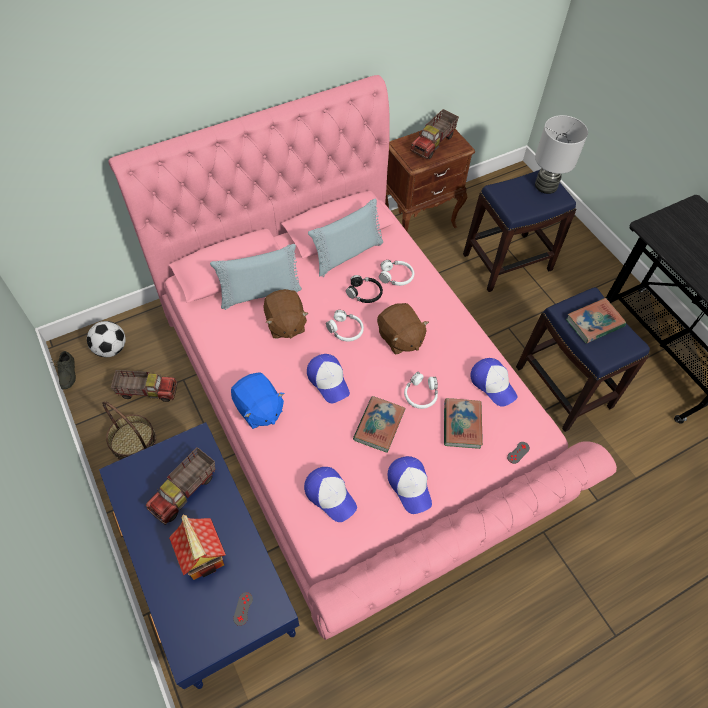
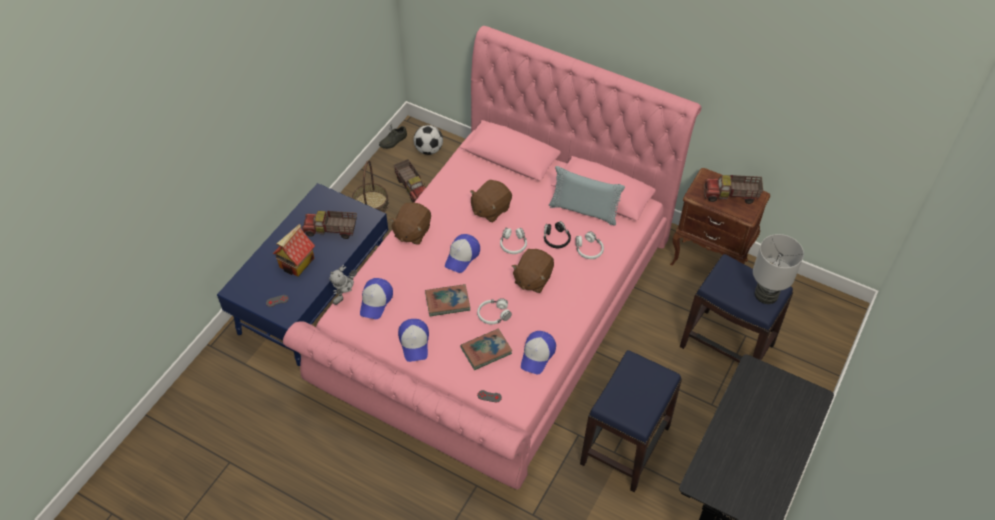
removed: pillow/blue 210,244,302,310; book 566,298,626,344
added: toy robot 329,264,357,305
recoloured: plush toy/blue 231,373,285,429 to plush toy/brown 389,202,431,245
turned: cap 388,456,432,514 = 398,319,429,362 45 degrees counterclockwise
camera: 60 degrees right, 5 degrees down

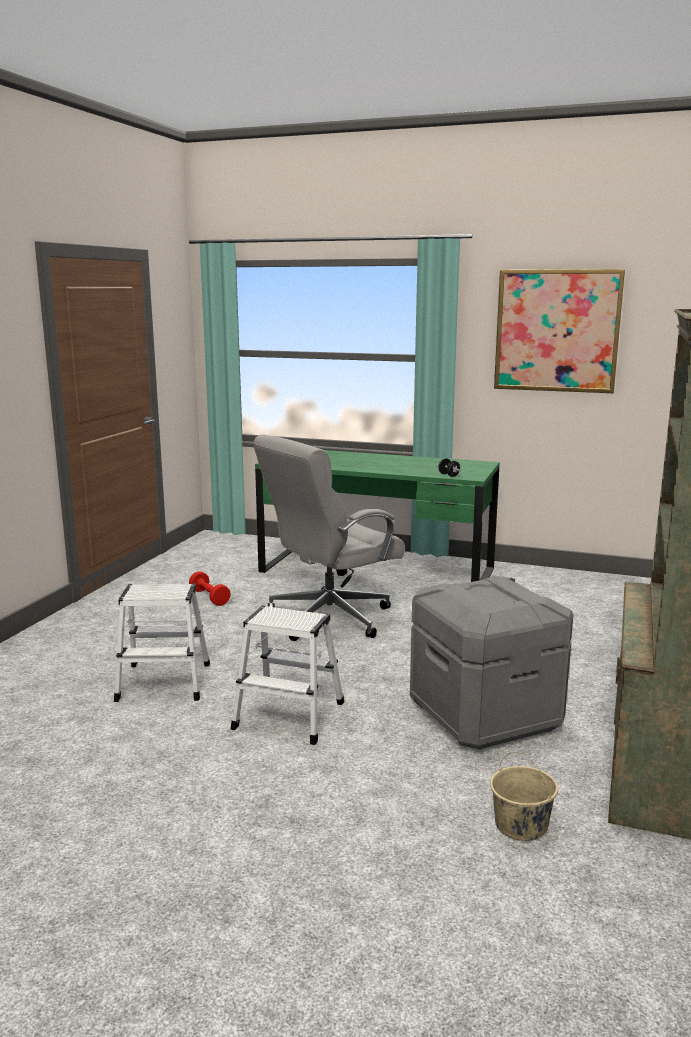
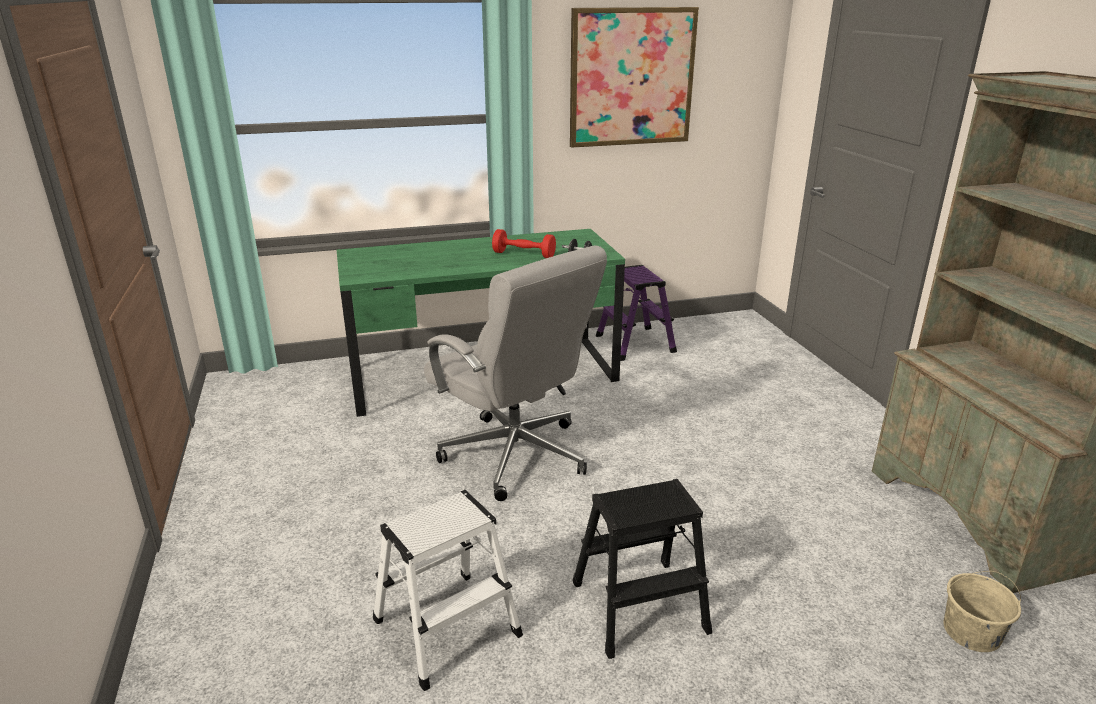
removed: storage box/grey 410,575,573,750
added: step ladder/purple 596,265,677,361
moved: dumbbell/red 189,571,231,606 to 492,229,556,258
recoloured: step ladder/white 231,605,344,745 to step ladder/black 573,479,712,659
turned: office chair/grey 253,434,405,641 = 424,245,607,501 60 degrees counterclockwise
camera: 35 degrees left, 10 degrees up

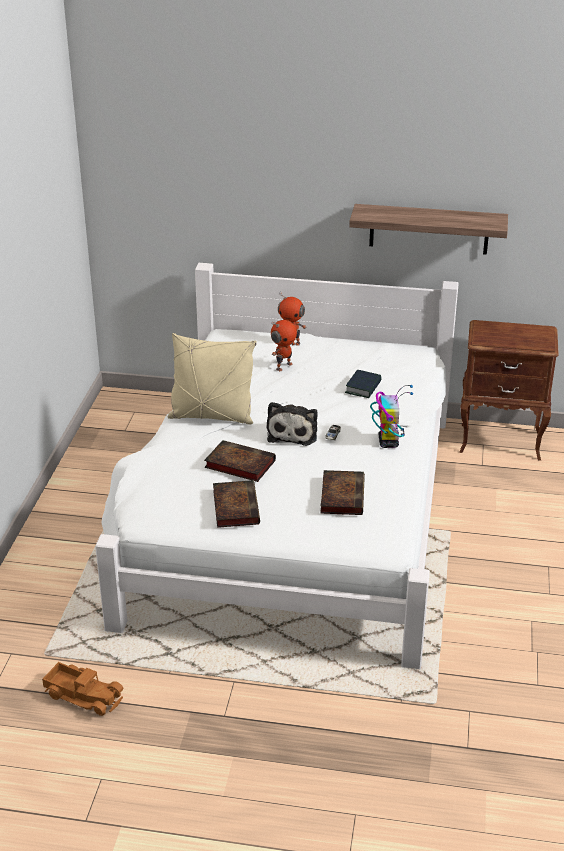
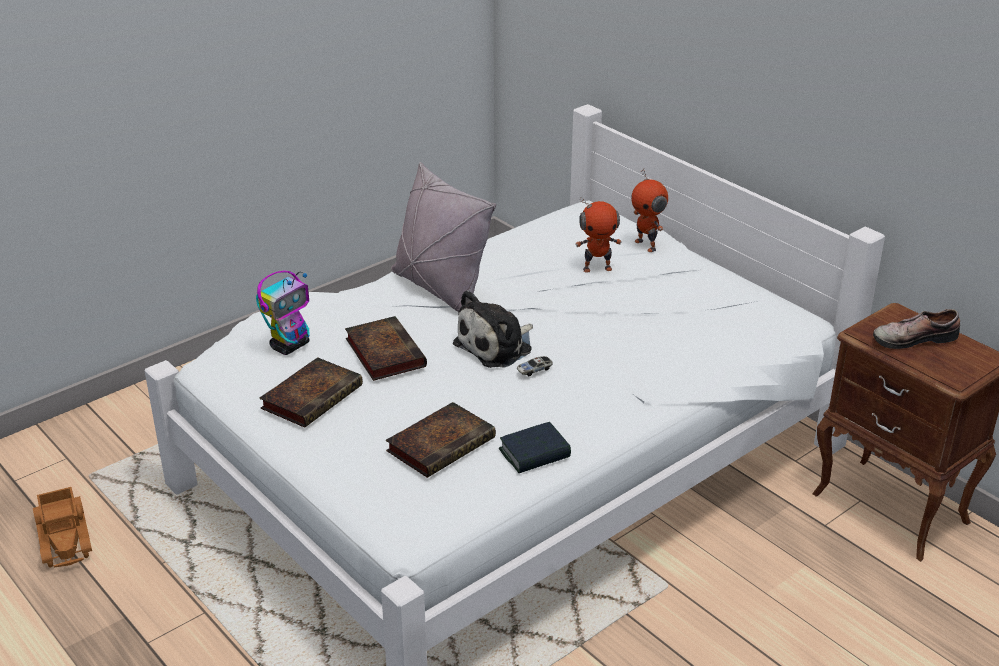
removed: shelf 349,204,508,255
added: shoe 873,309,960,349
moved: book 345,370,381,398 to 499,422,571,473; toy robot 370,385,413,448 to 256,271,310,355
recoloured: pillow/beige 168,333,257,425 to pillow/purple 391,162,496,312
camera: 40 degrees right, 0 degrees up

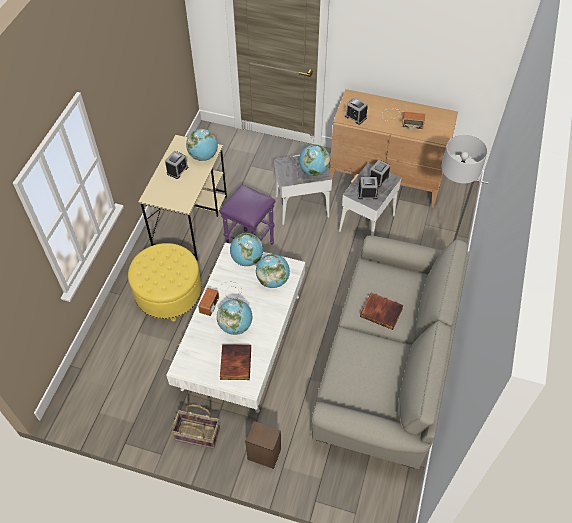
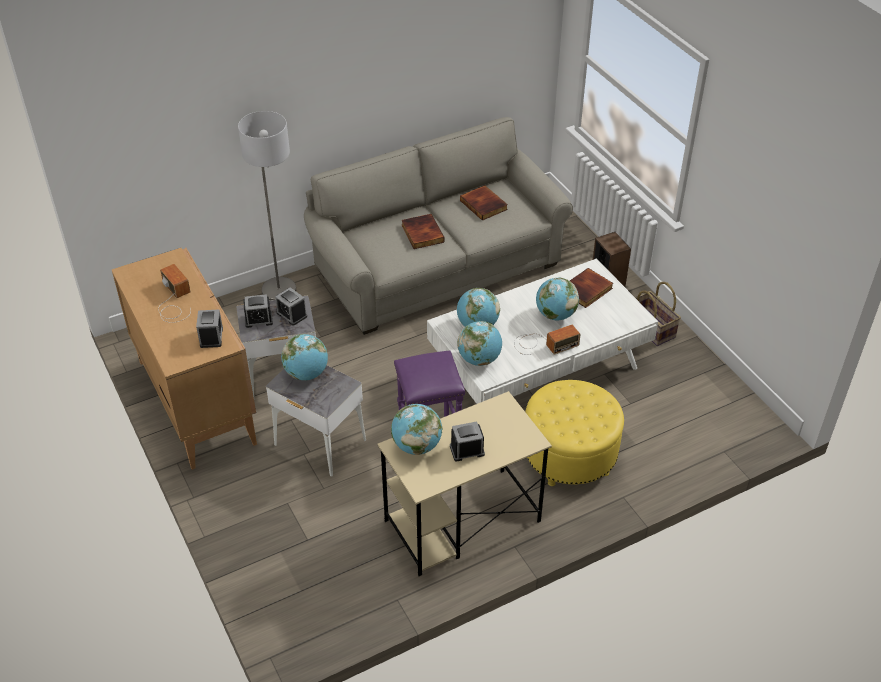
added: book 460,185,508,221
camera: 135 degrees left, 10 degrees down

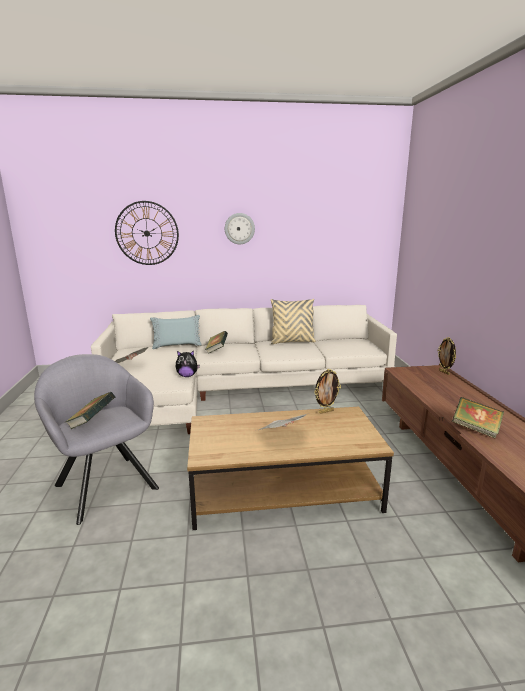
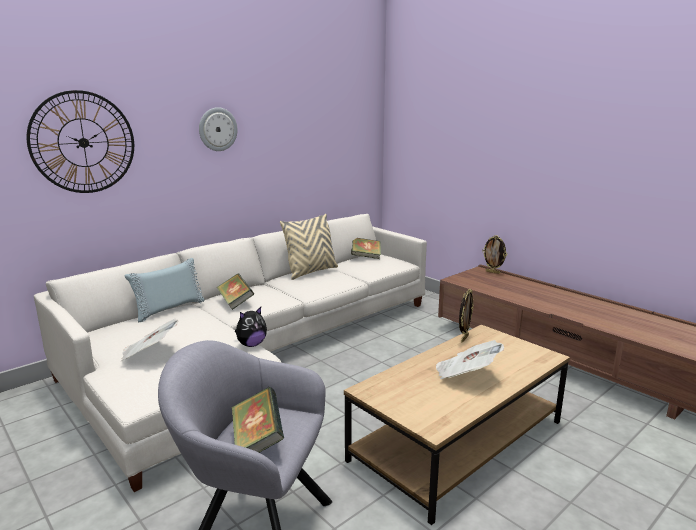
moved: book 452,397,504,438 to 351,238,381,259
camera: 35 degrees left, 0 degrees up

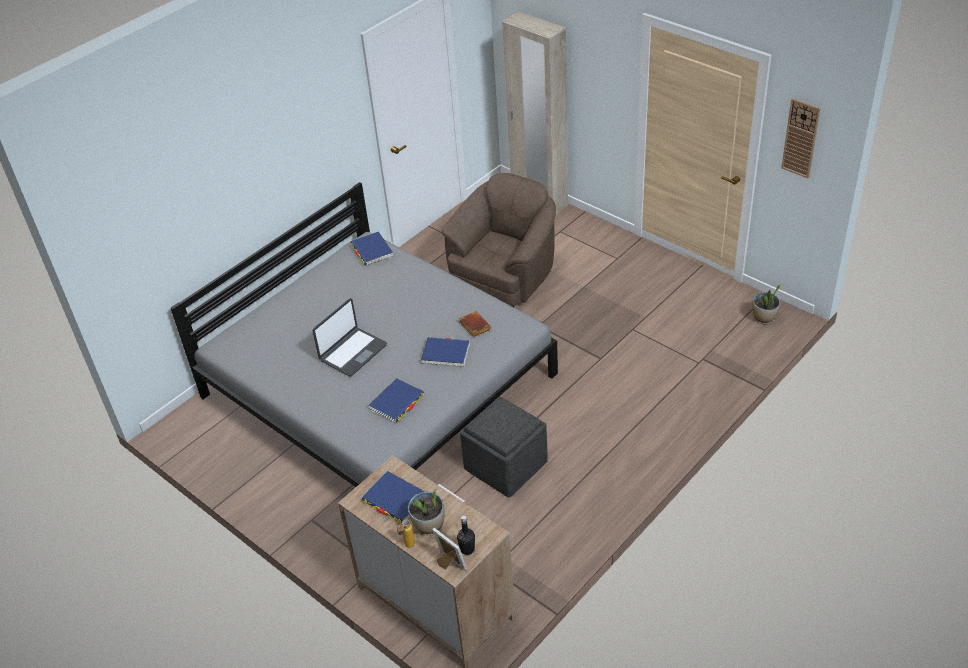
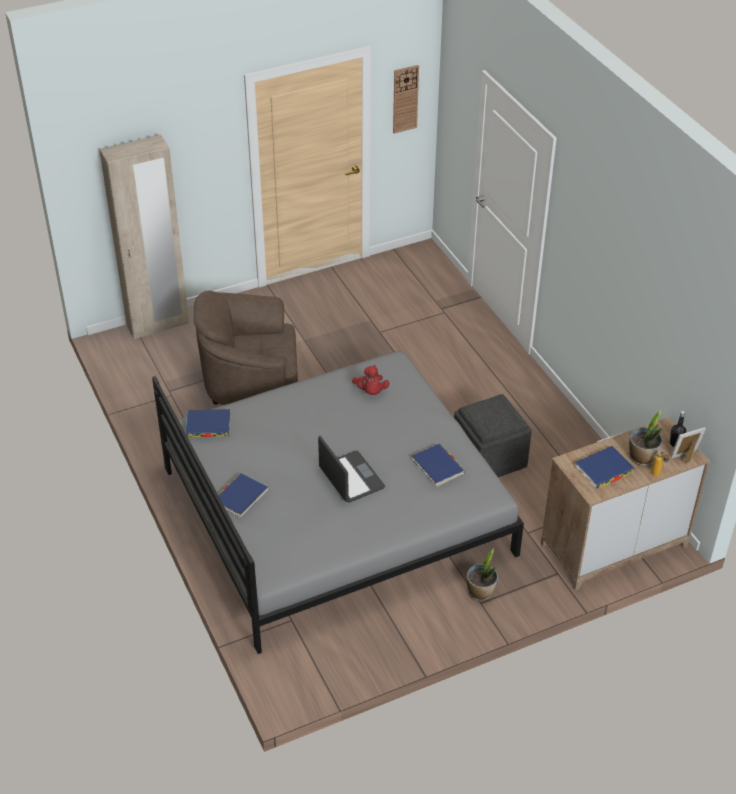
moved: book/blue 421,337,470,367 to 218,473,268,518; potted plant 753,284,782,324 to 467,549,498,601
replaced: book/brown 459,311,491,337 to plush toy/red 352,365,390,395
turned: armchair/brown 442,173,556,307 = 194,290,298,405 60 degrees counterclockwise
camera: 70 degrees left, 0 degrees up

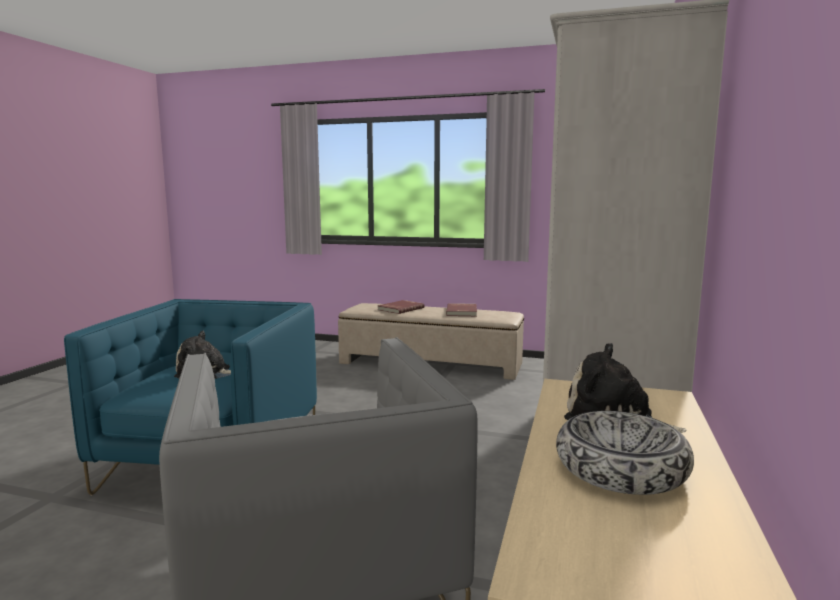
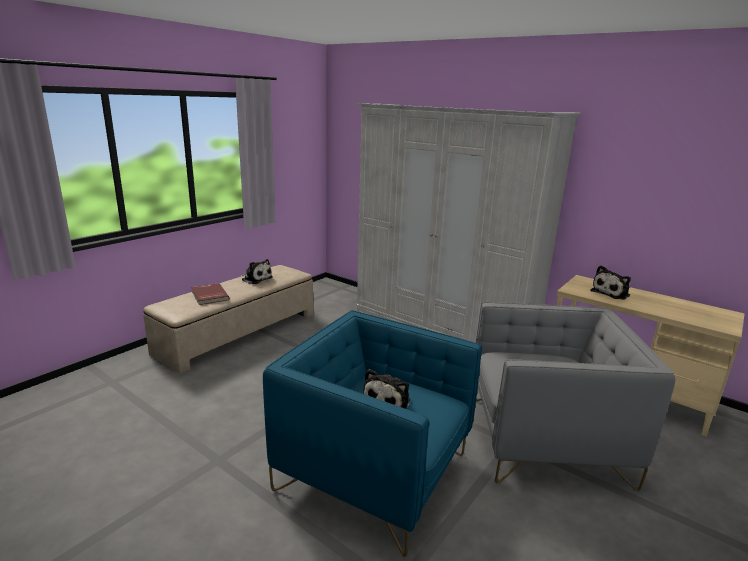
removed: bowl 556,411,694,495
replaced: book/red 446,303,477,316 to plush toy 240,259,273,284
camera: 70 degrees left, 10 degrees up

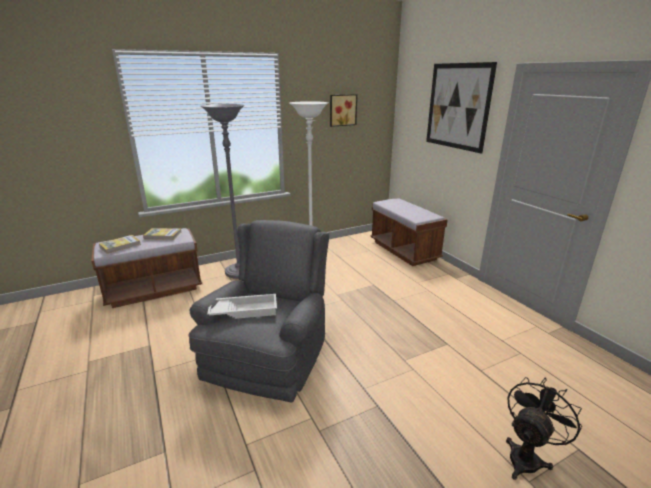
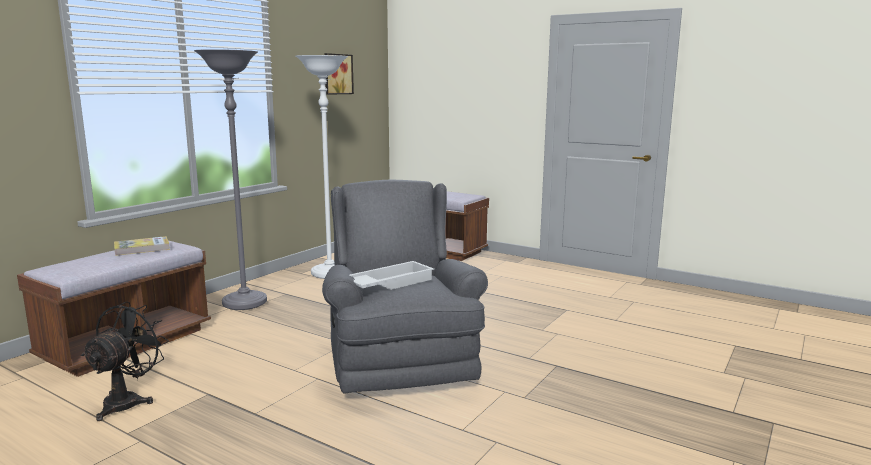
removed: book 99,235,141,254; picture 426,62,497,154
moved: fan/black 506,377,582,480 to 81,301,169,421
camera: 30 degrees left, 10 degrees down

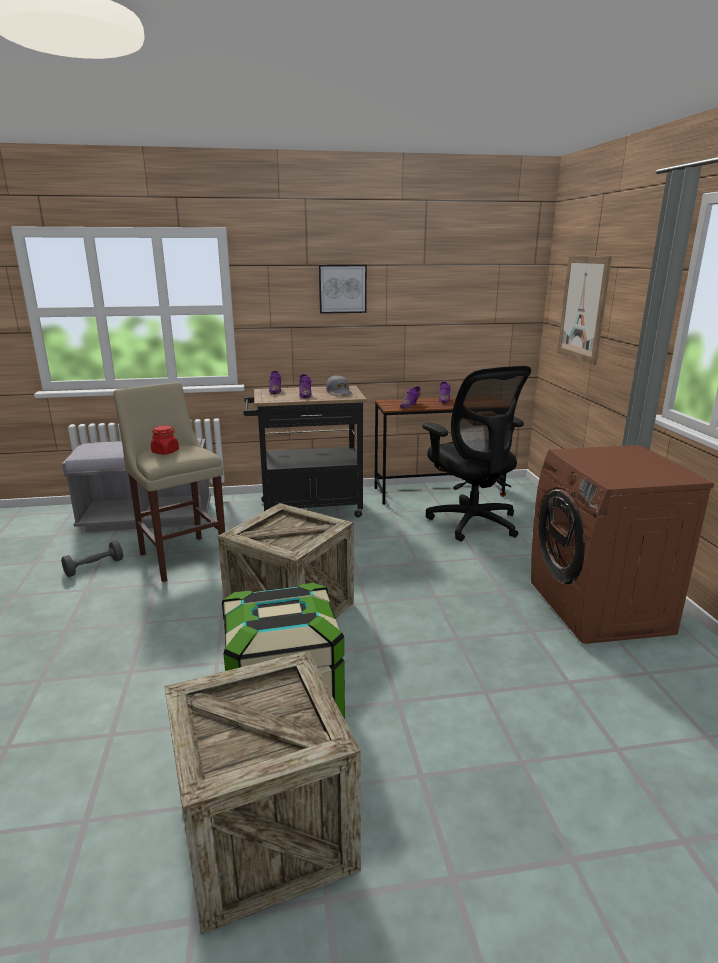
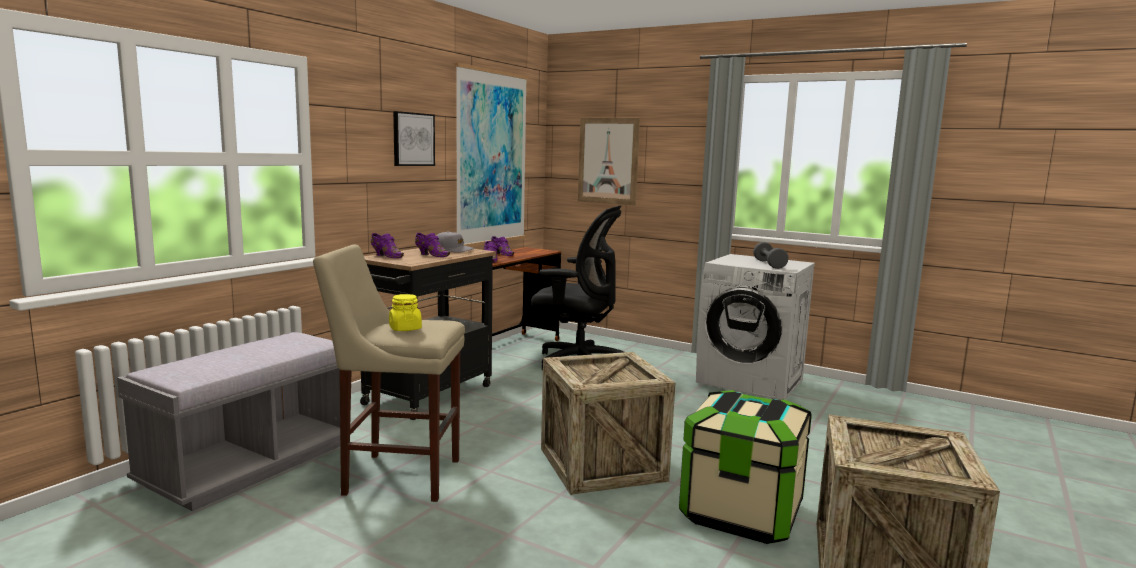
added: picture 455,63,528,247
moved: dumbbell/grey 61,541,123,577 to 753,242,789,269
recoloured: jar/red 151,426,179,454 to jar/yellow 389,294,422,331; washing machine/brown 531,445,714,644 to washing machine/white 696,254,815,400
camera: 50 degrees left, 10 degrees down

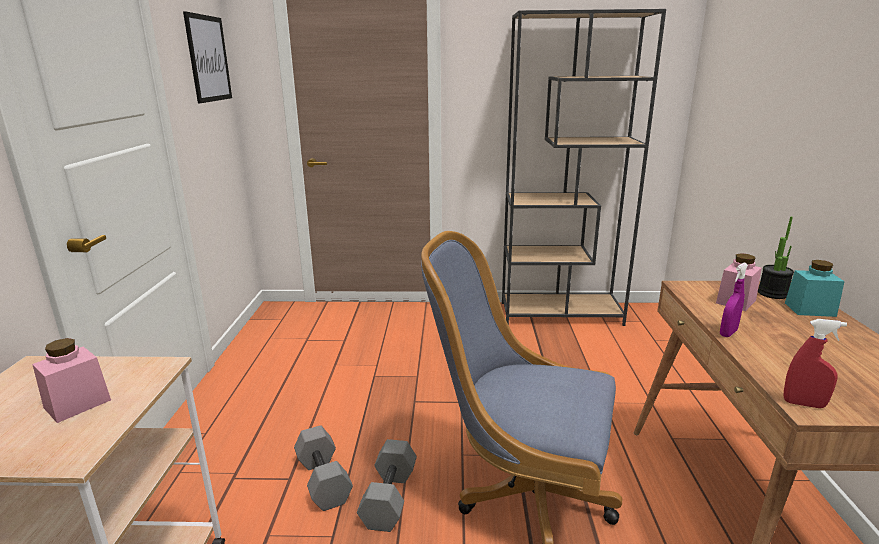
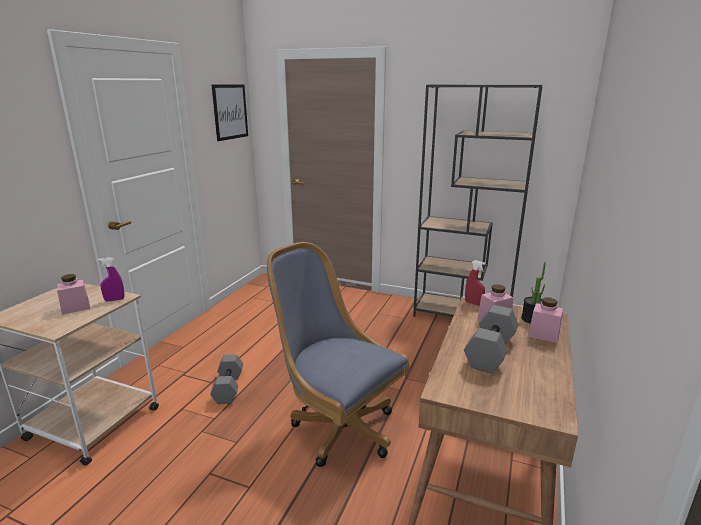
moved: dumbbell/grey 357,439,417,532 to 464,305,518,373; spray bottle/purple 720,262,748,337 to 98,257,124,301; spray bottle/red 783,319,847,408 to 465,260,486,306
recoloured: jar/turquoise 785,260,845,317 to jar/pink 528,297,563,343
camera: 20 degrees right, 0 degrees up

